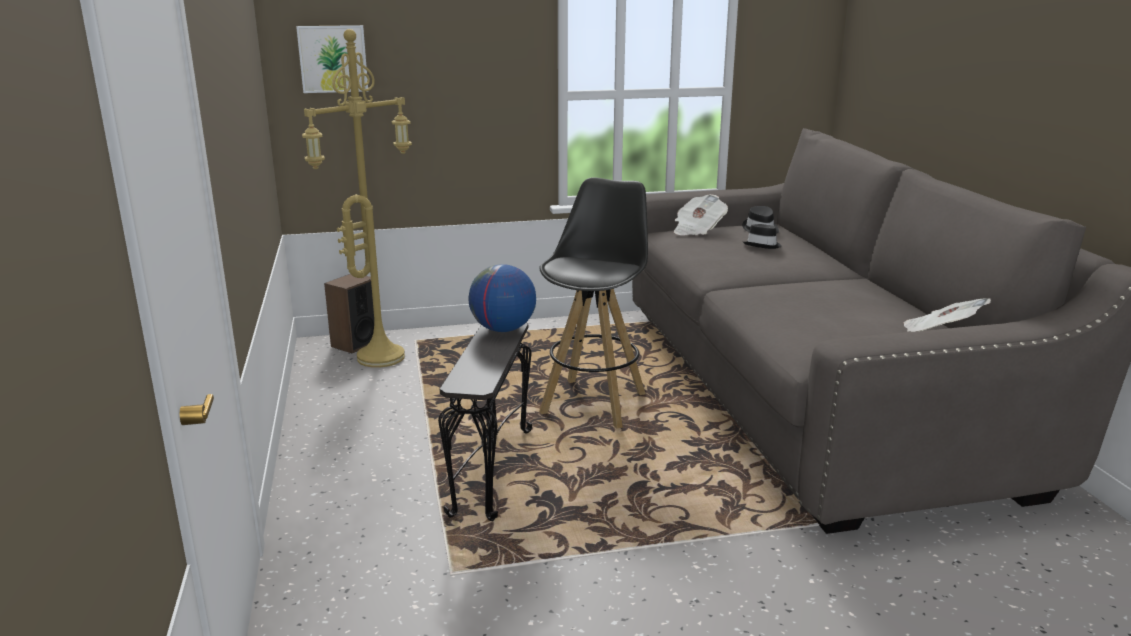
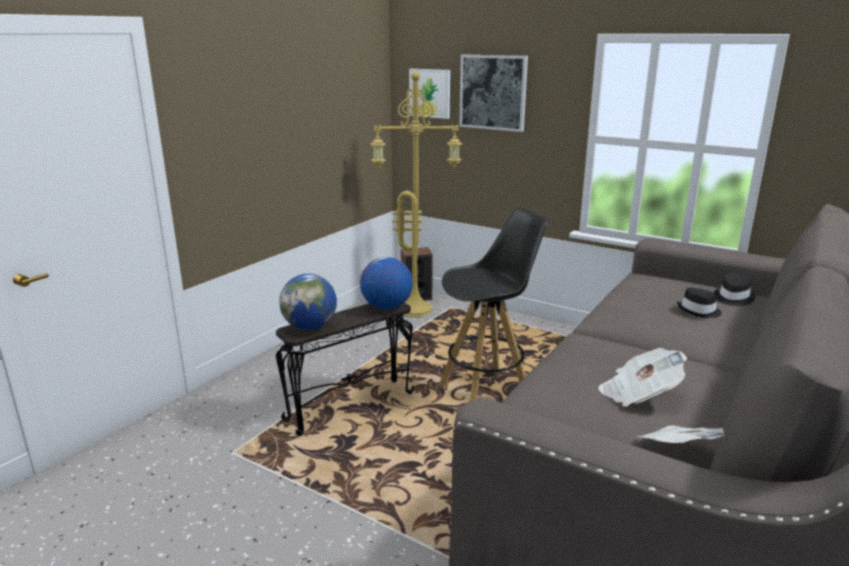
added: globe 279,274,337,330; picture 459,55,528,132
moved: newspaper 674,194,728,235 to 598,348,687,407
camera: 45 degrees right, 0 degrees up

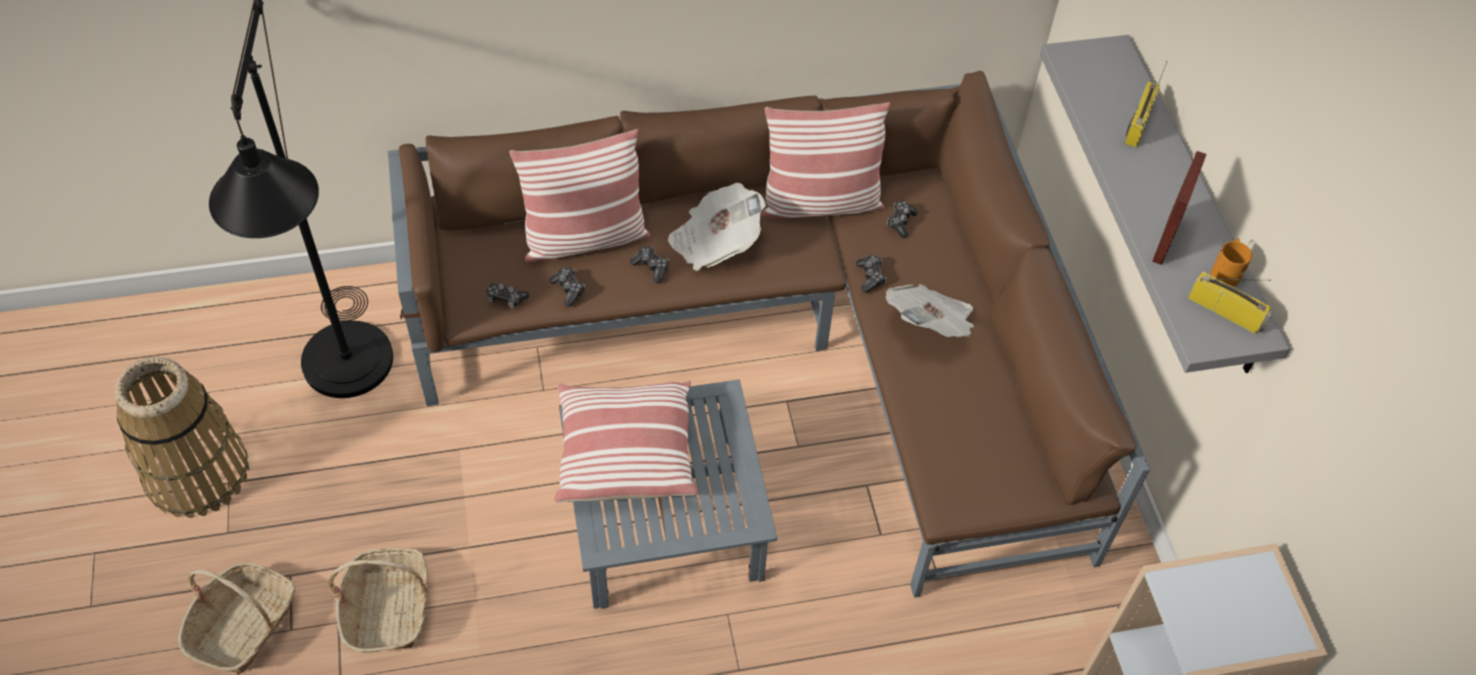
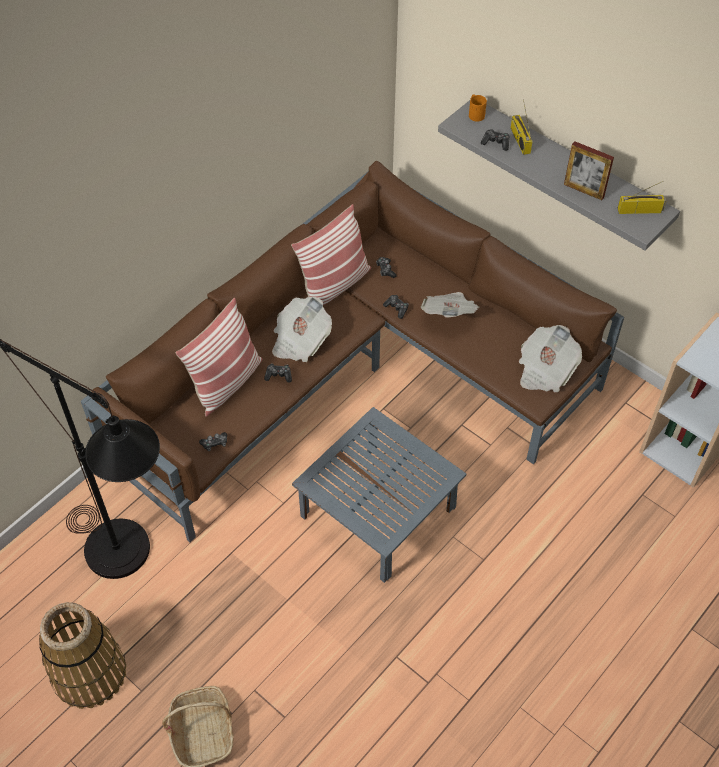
removed: basket 328,548,428,652; pillow 554,381,698,502
added: newspaper 519,325,582,392
moved: game controller 549,267,585,307 to 481,129,509,151; mug/orange 1211,238,1252,287 to 469,94,487,121
turned: picture frame 1152,151,1207,265 = 564,141,614,200 135 degrees clockwise
camera: 35 degrees left, 0 degrees up

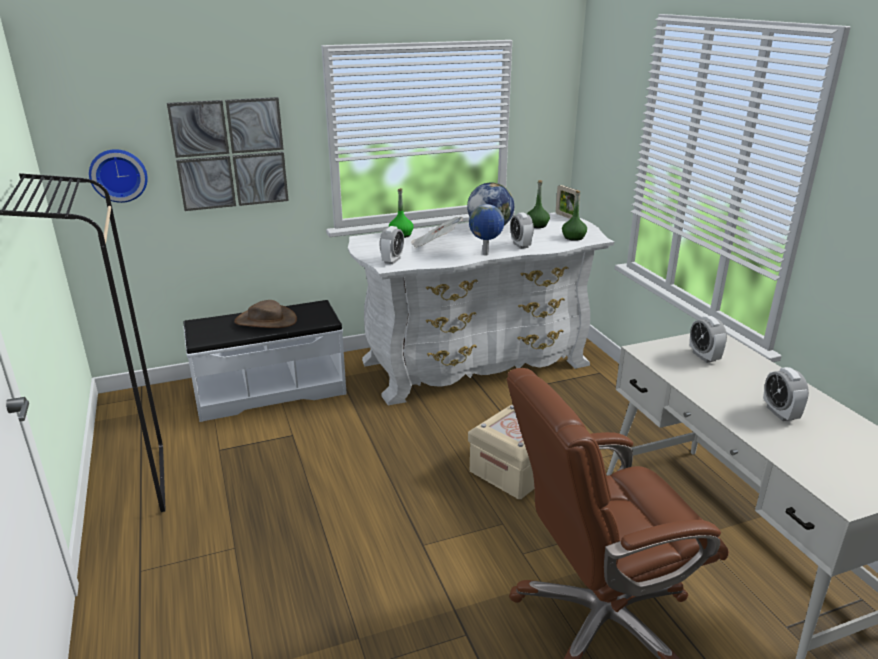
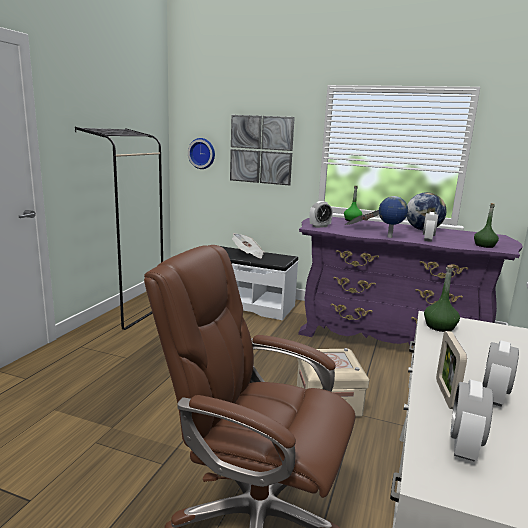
moved: bottle/green 527,180,550,228 to 424,265,460,332; picture frame 556,185,580,219 to 436,331,467,409; alarm clock 689,316,727,363 to 451,380,493,462
replaced: hat/brown 234,300,297,328 to newspaper 232,233,265,258
recoloured: dresser/white 348,212,614,405 to dresser/purple 298,217,523,346
camera: 40 degrees right, 10 degrees down

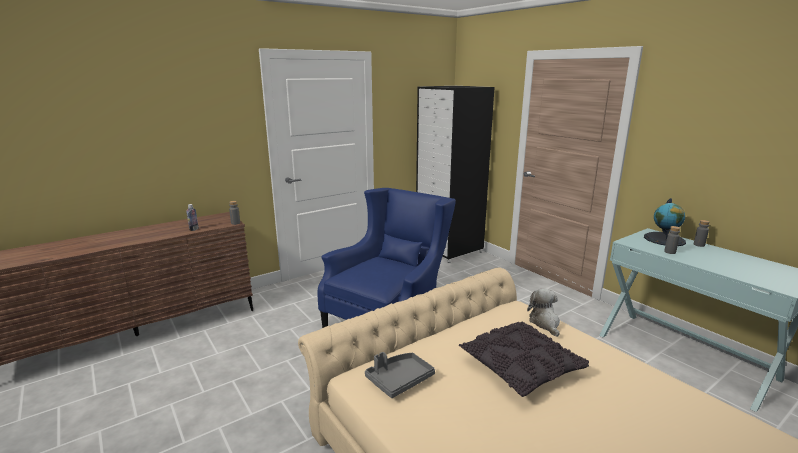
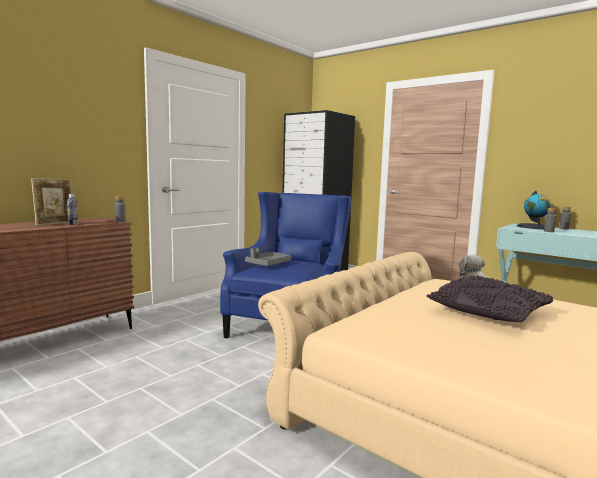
added: picture frame 31,178,72,226
moved: tray/grey 365,352,435,398 to 245,247,291,266
camera: 15 degrees left, 10 degrees down

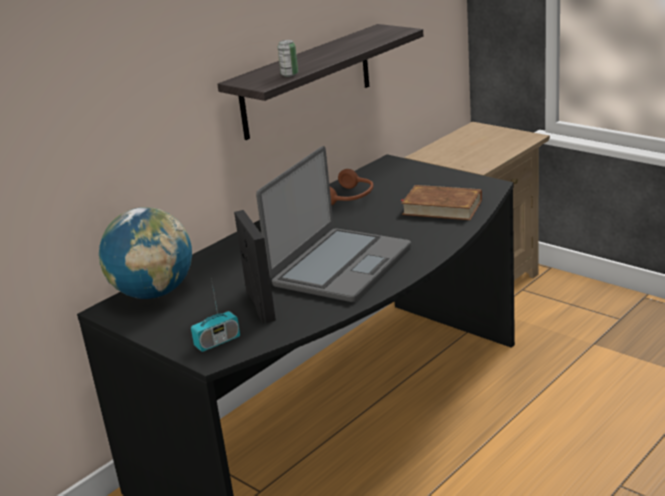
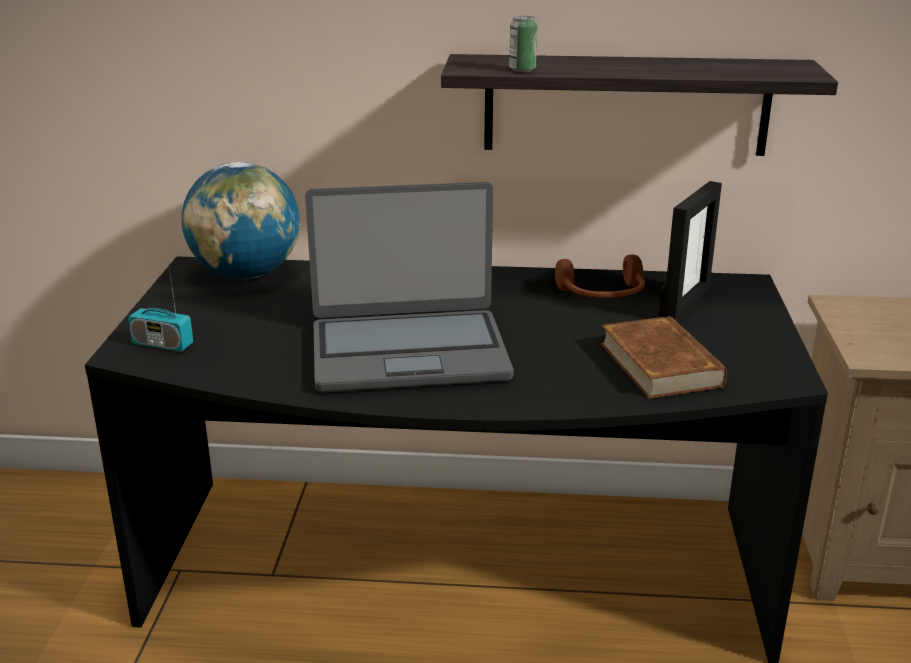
moved: picture frame 234,210,276,324 to 658,181,722,322
camera: 50 degrees right, 0 degrees up

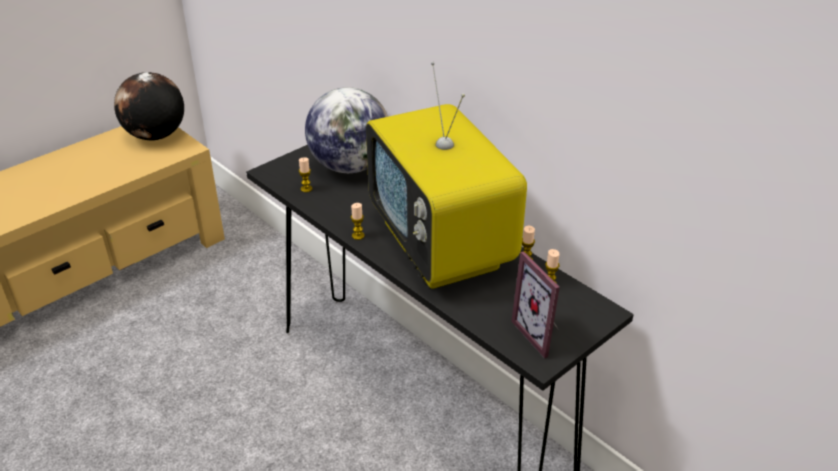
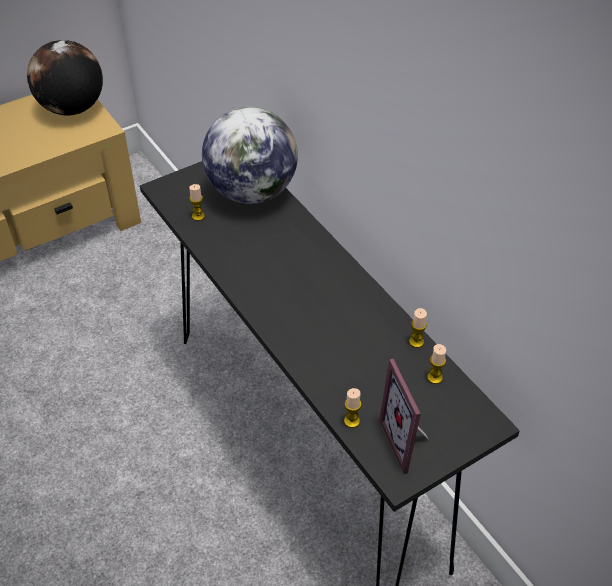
removed: television 366,62,527,289
moved: candle 351,203,365,240 to 344,388,361,428
camera: 10 degrees right, 10 degrees up

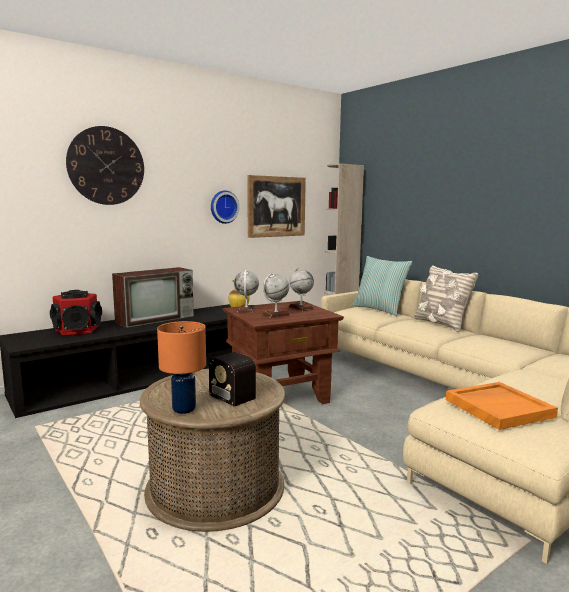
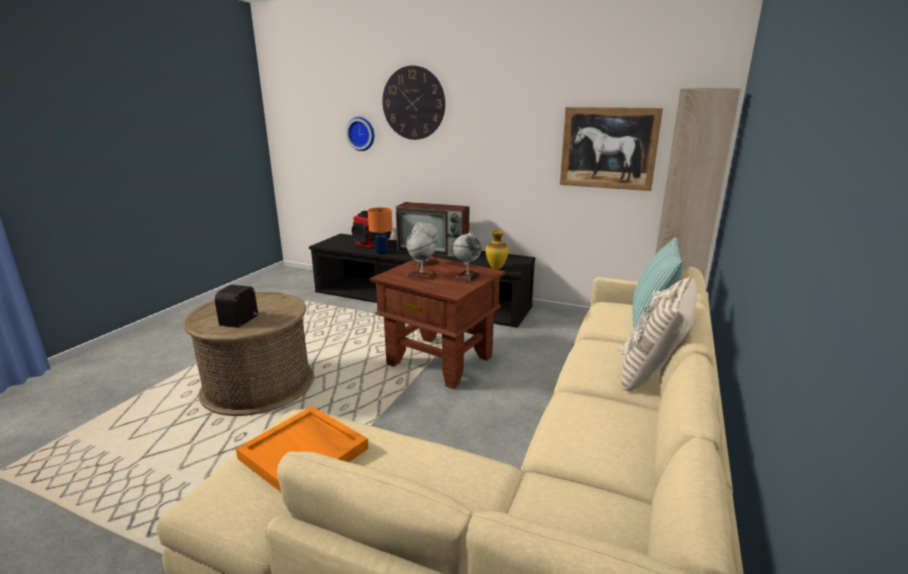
moved: table lamp/orange 157,321,206,414 to 368,207,392,254; wall clock 211,190,240,224 to 346,117,374,151
camera: 60 degrees right, 10 degrees up

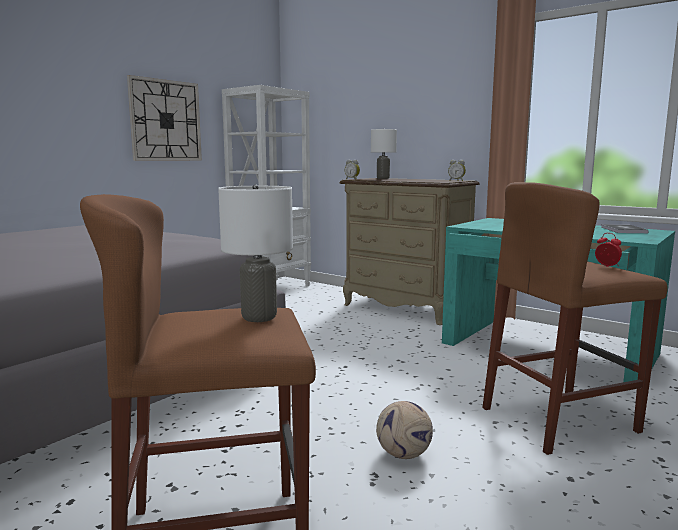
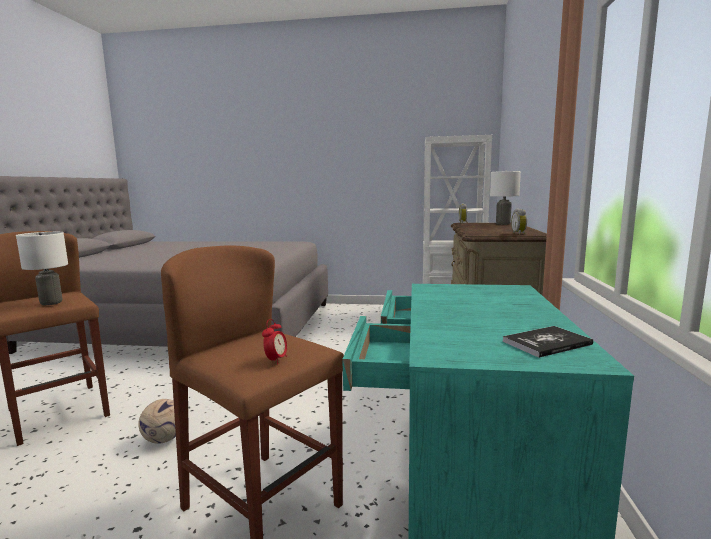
removed: wall clock 127,75,202,161
camera: 60 degrees right, 0 degrees up

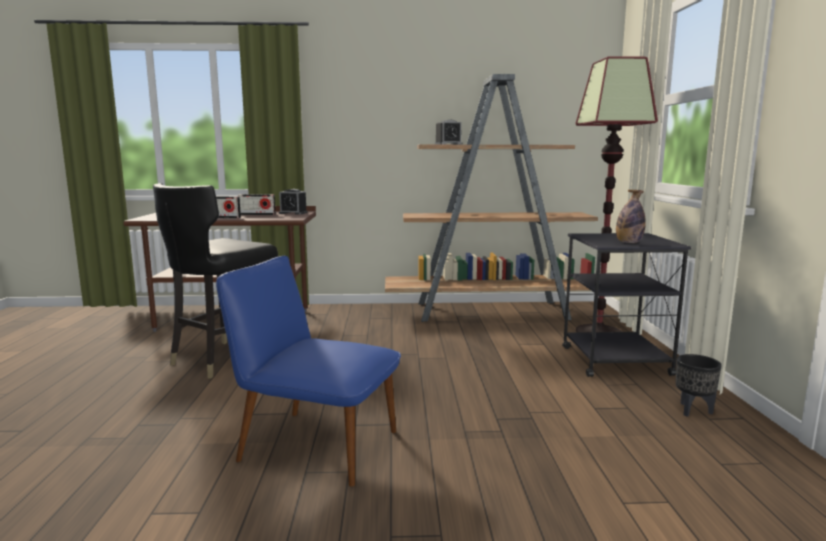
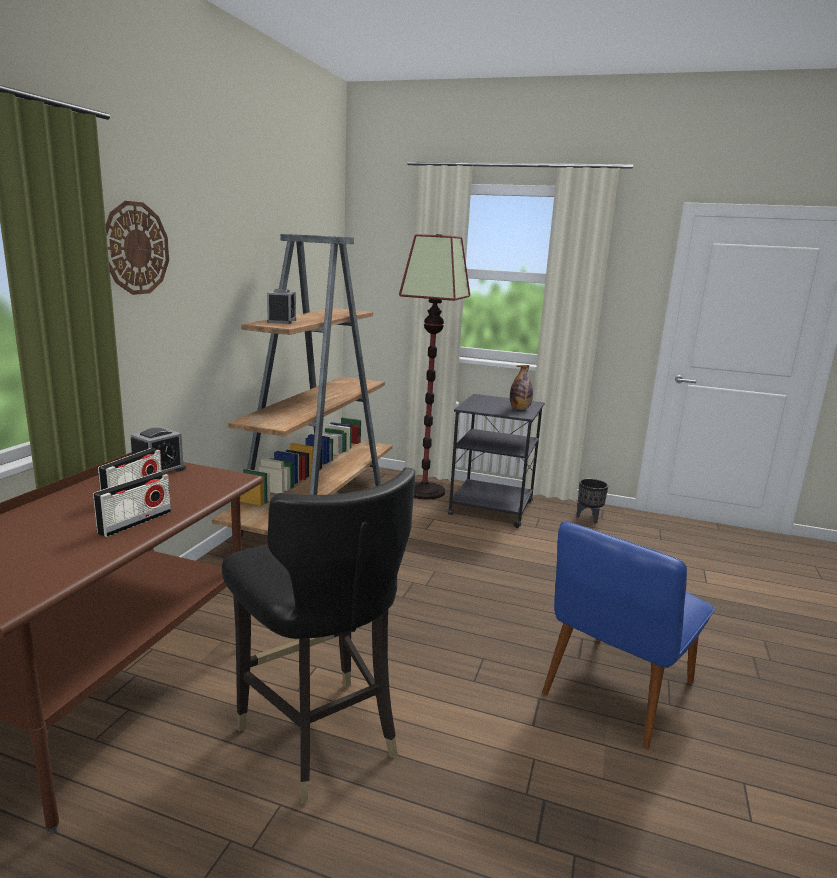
added: wall clock 106,201,169,295
camera: 70 degrees left, 5 degrees up

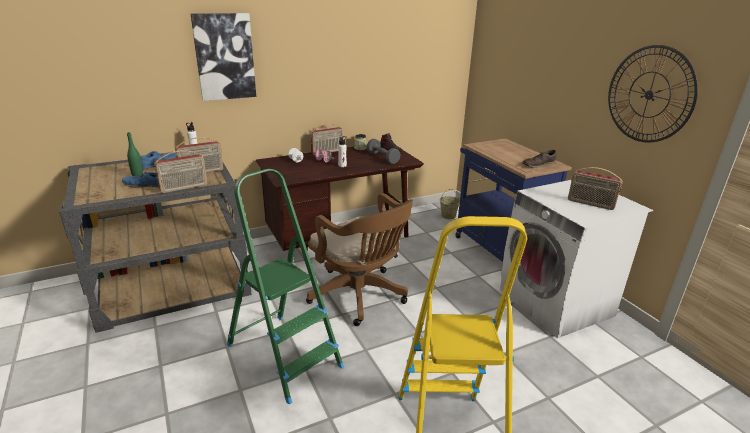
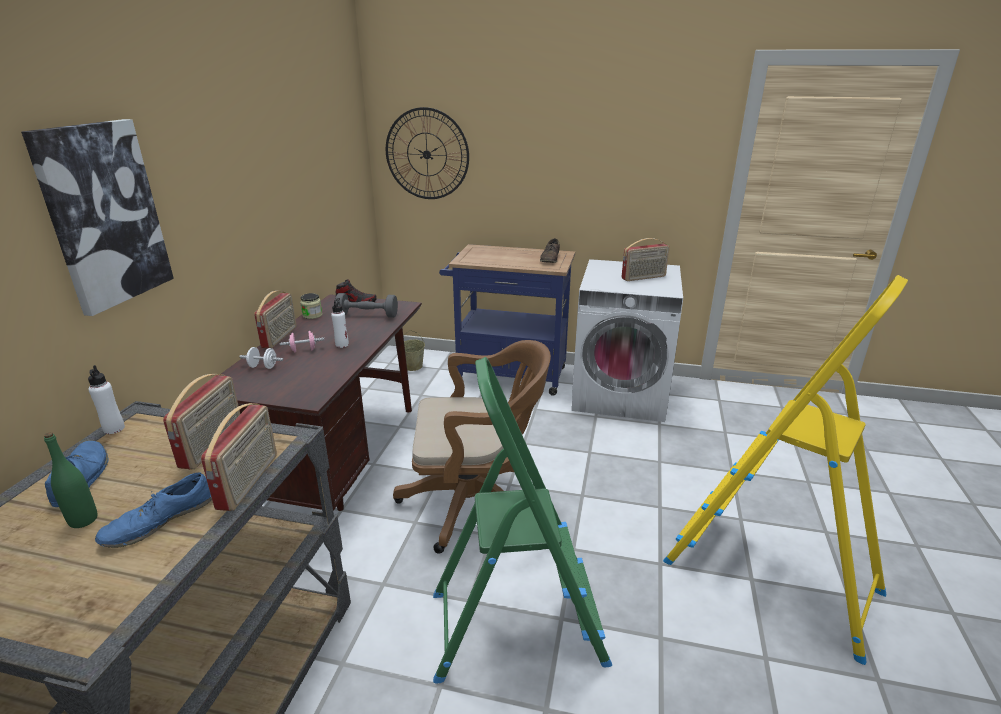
moved: wall clock 608,45,698,143 to 386,107,469,199
camera: 50 degrees left, 0 degrees up

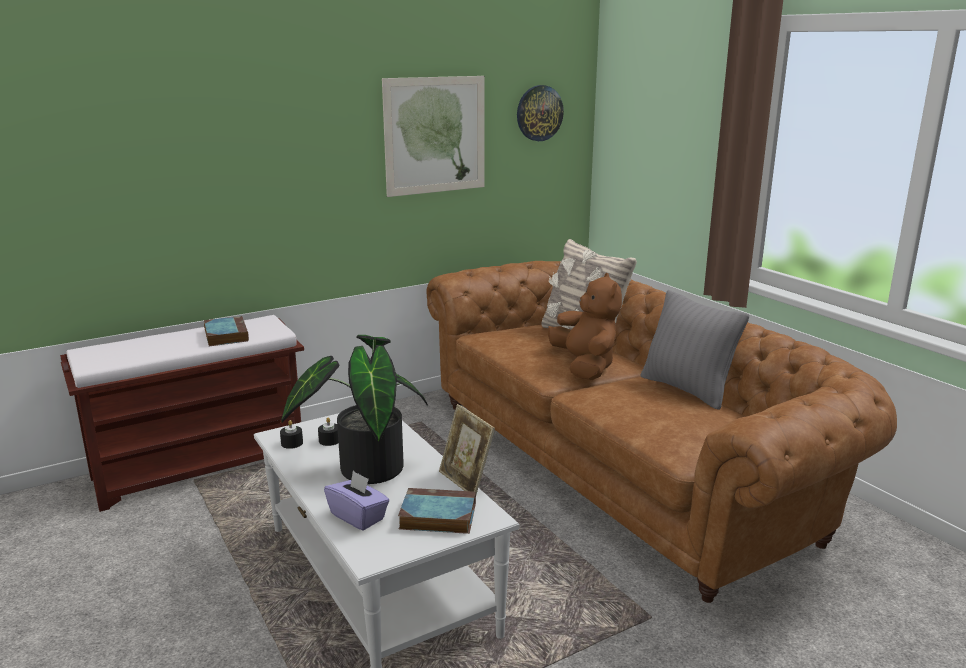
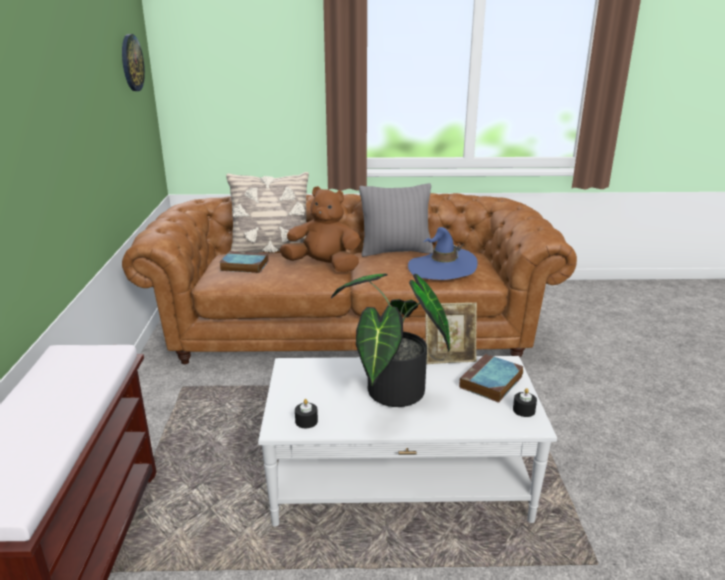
removed: tissue box/purple 324,470,390,531; picture 382,76,485,197
added: hat/blue 408,227,478,280
moved: book 204,316,249,346 to 219,251,269,273; candle/black 318,418,339,446 to 513,388,537,417
camera: 60 degrees left, 5 degrees up

